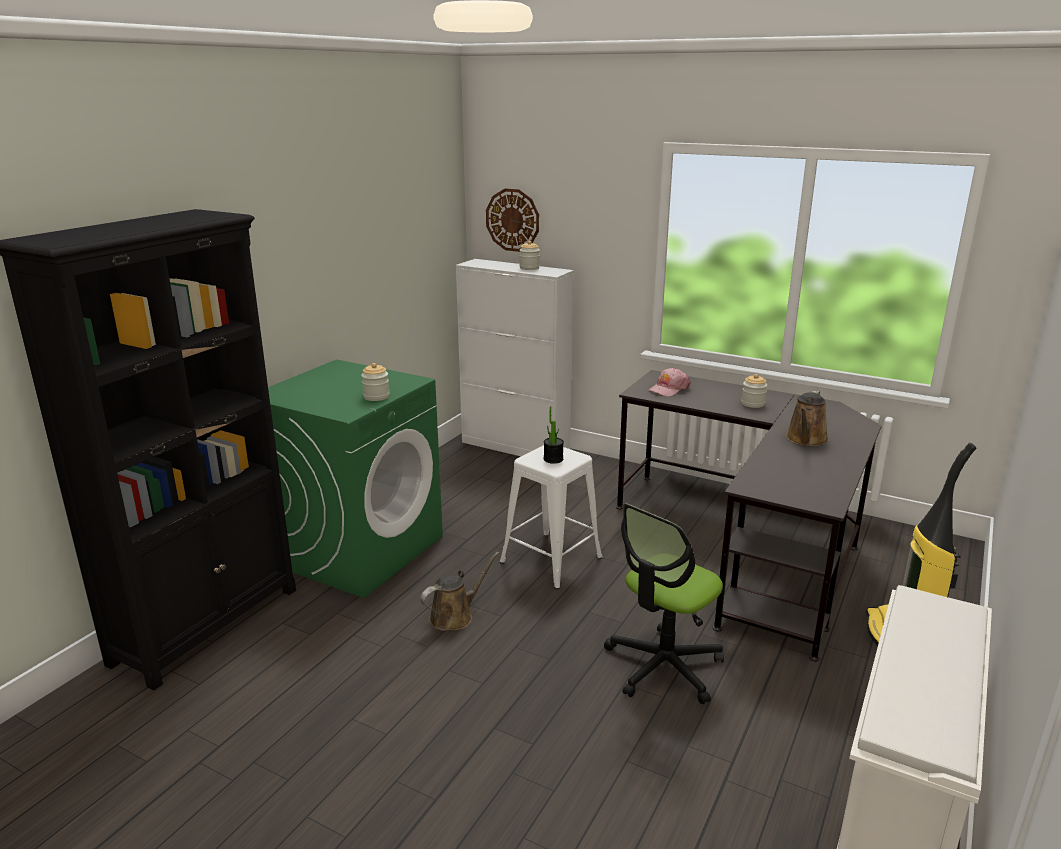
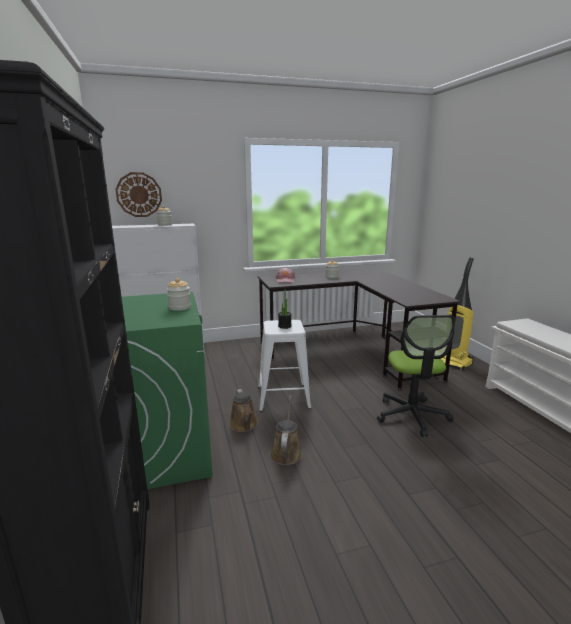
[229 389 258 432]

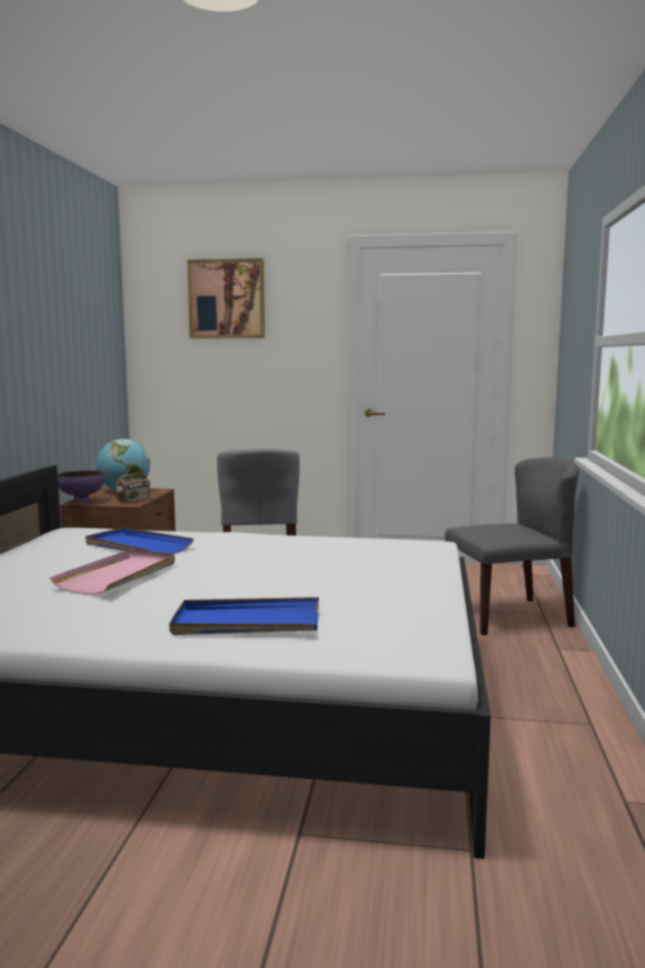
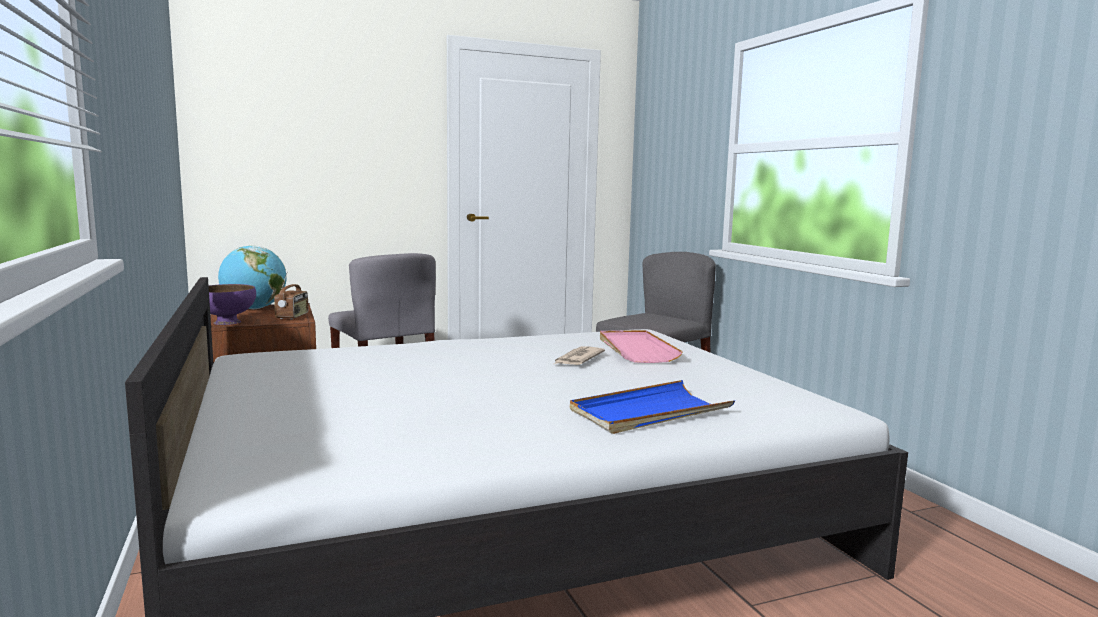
[600 330 683 363]
[86 527 194 554] (first image)
[187 258 265 338] (first image)
[554 346 605 365]

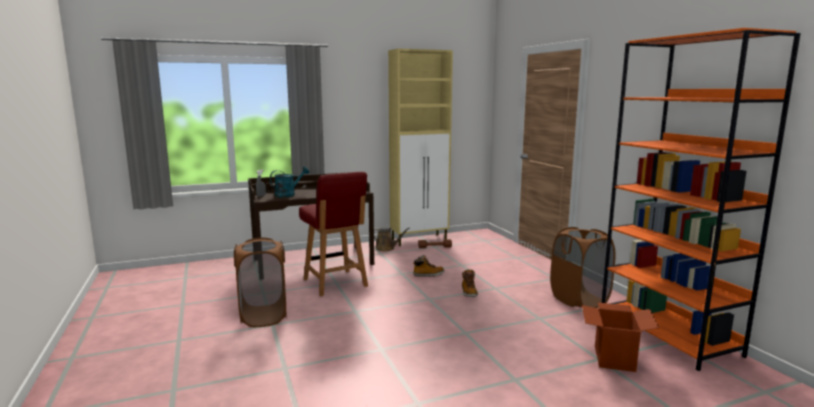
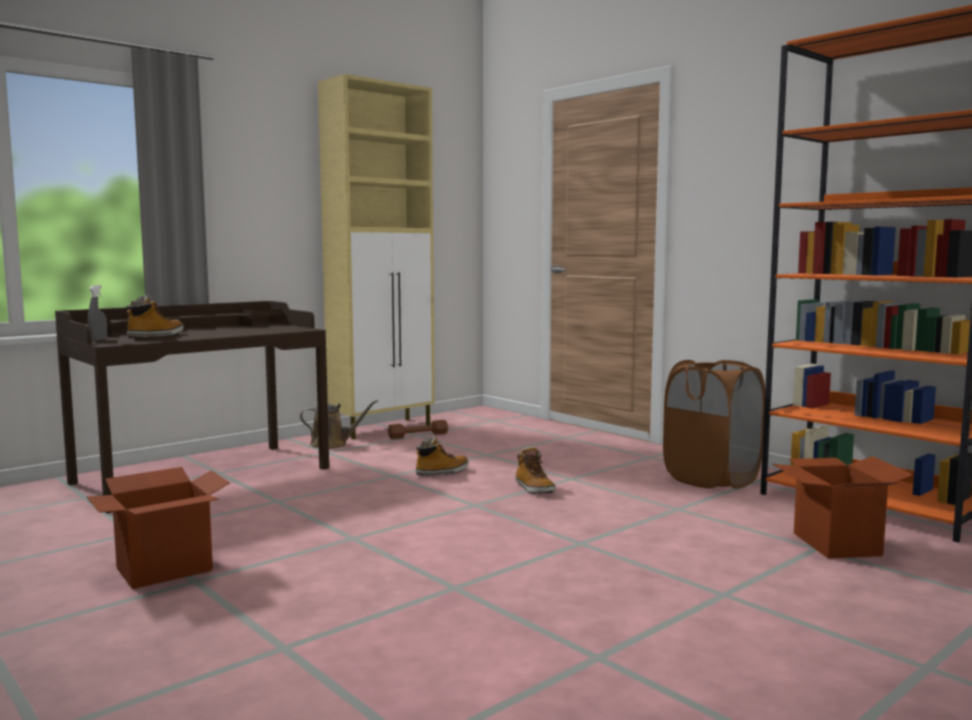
[86 467 230 589]
[126 295 184 338]
[299 172 368 296] (first image)

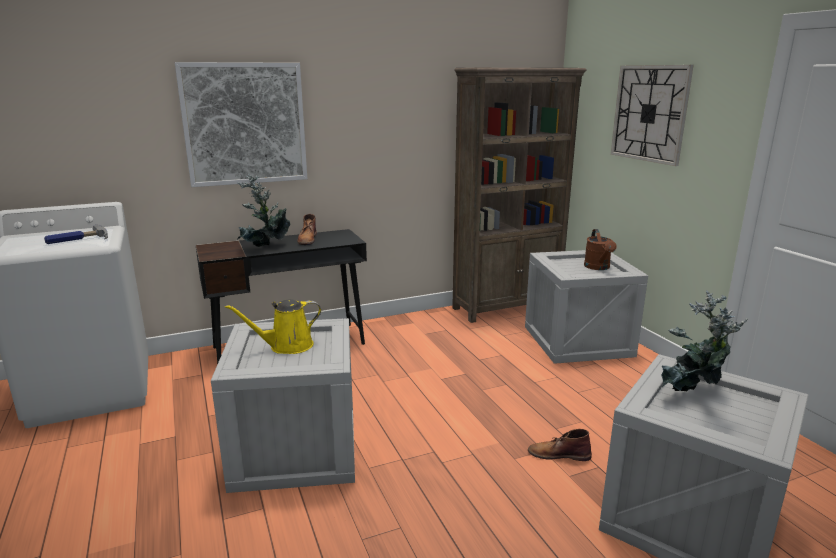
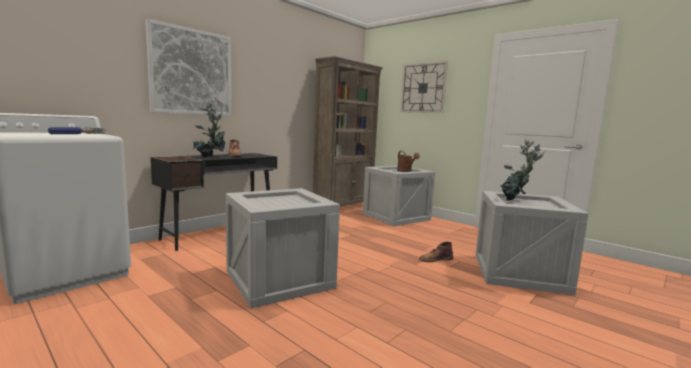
[225 299 321 354] (first image)

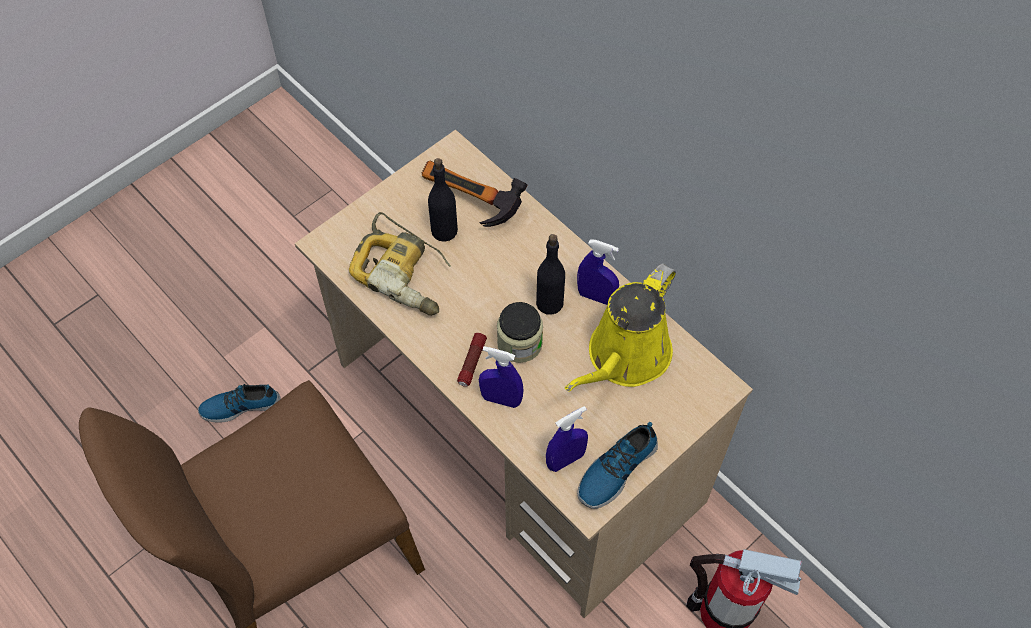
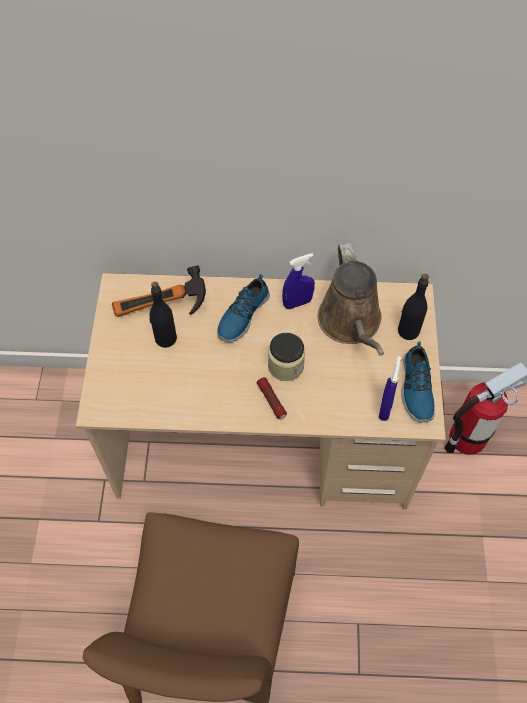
[217 274 270 342]
[349 212 451 316] (first image)
[479 346 524 408] (first image)
[398 274 429 340]
[318 243 384 356]

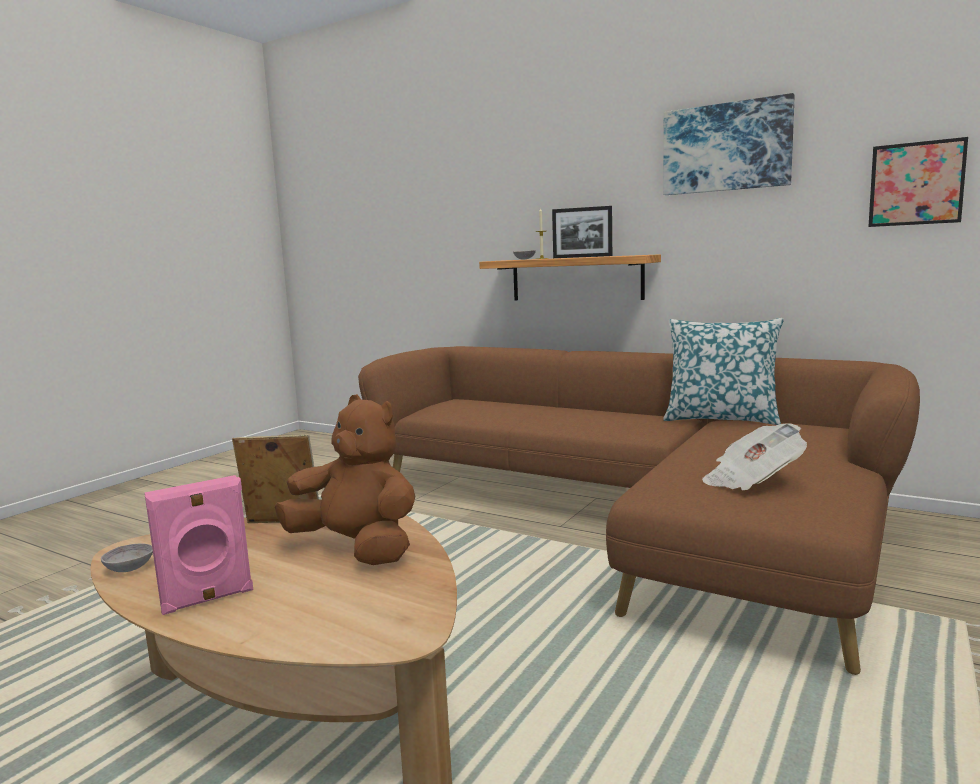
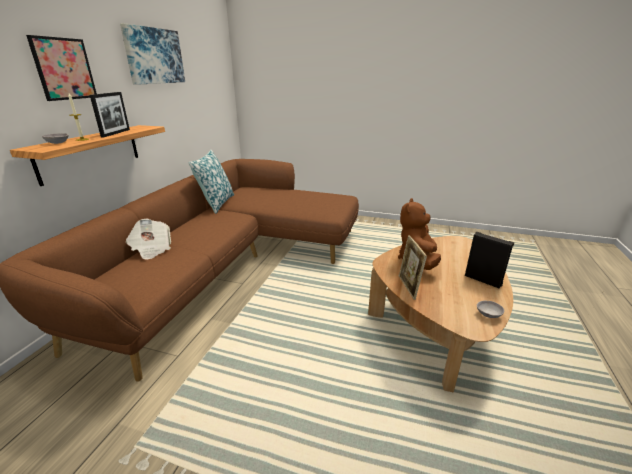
[465 232 514 288]
[125 219 171 260]
[26 35 97 101]

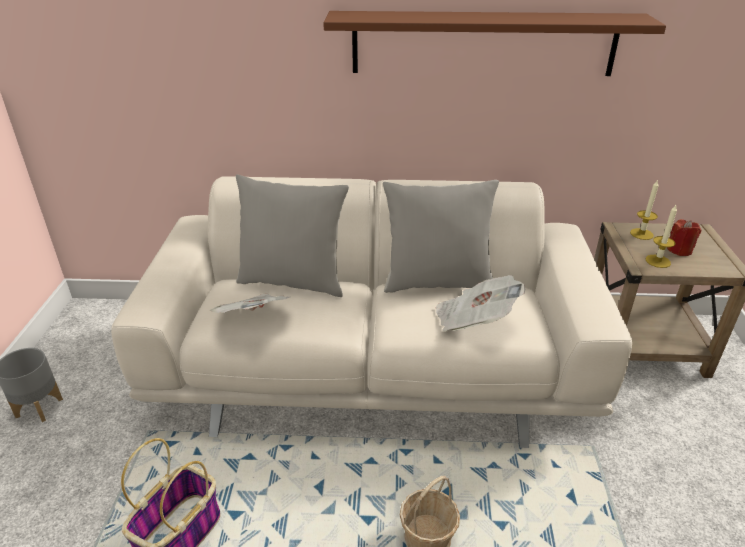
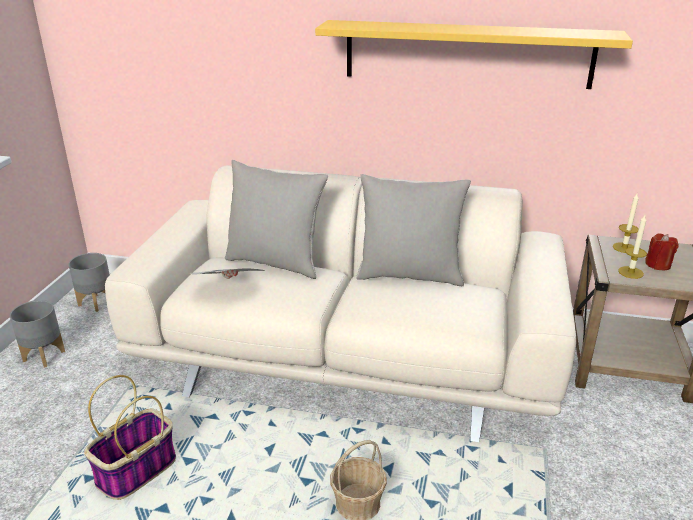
[315 20 633 89]
[436 275 525 332] (first image)
[68 253 110 312]

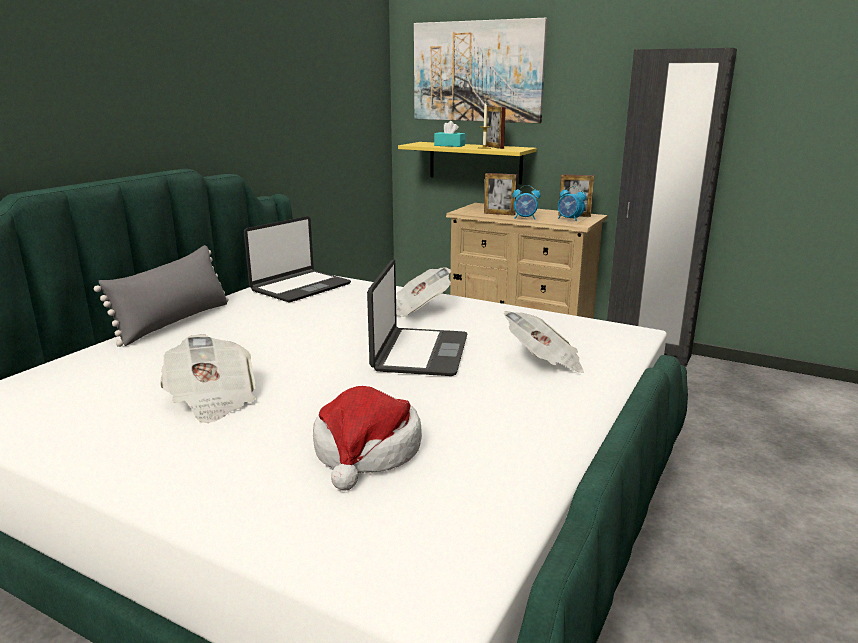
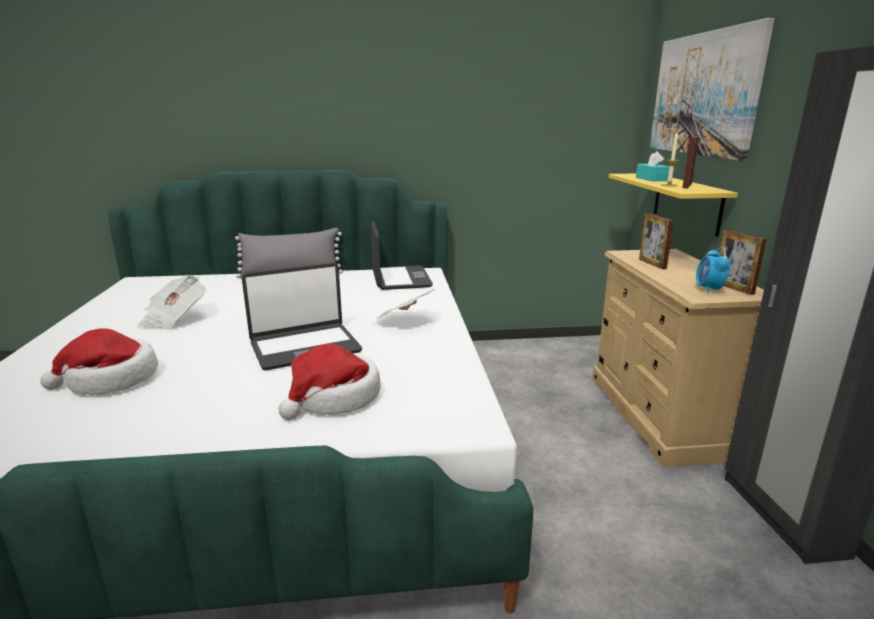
[370 221 433 290]
[278 344 381 420]
[513 185 540 219] (first image)

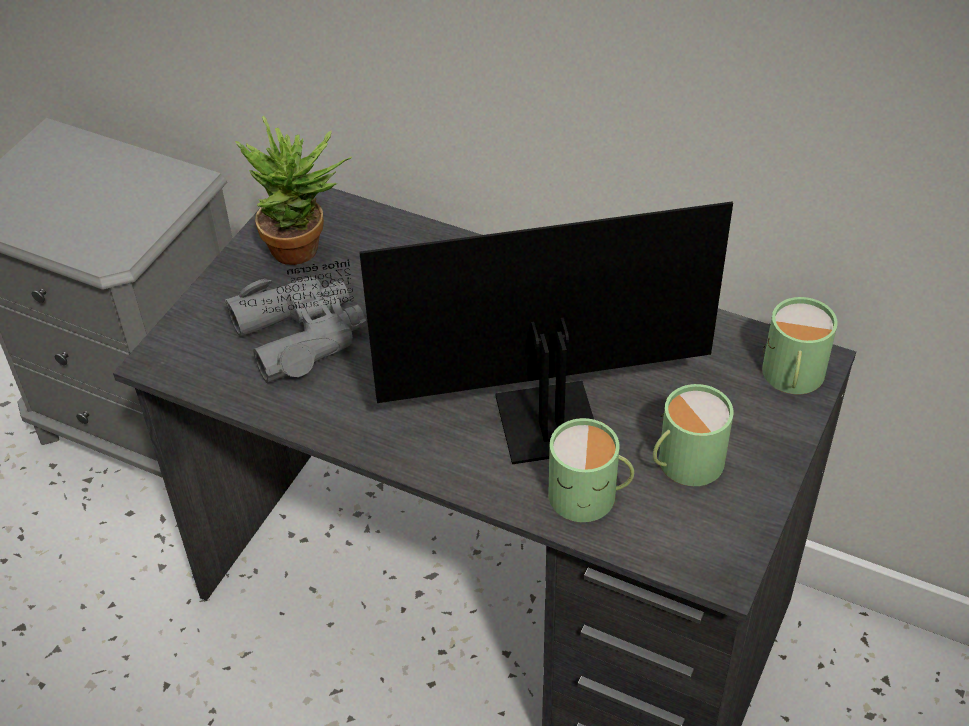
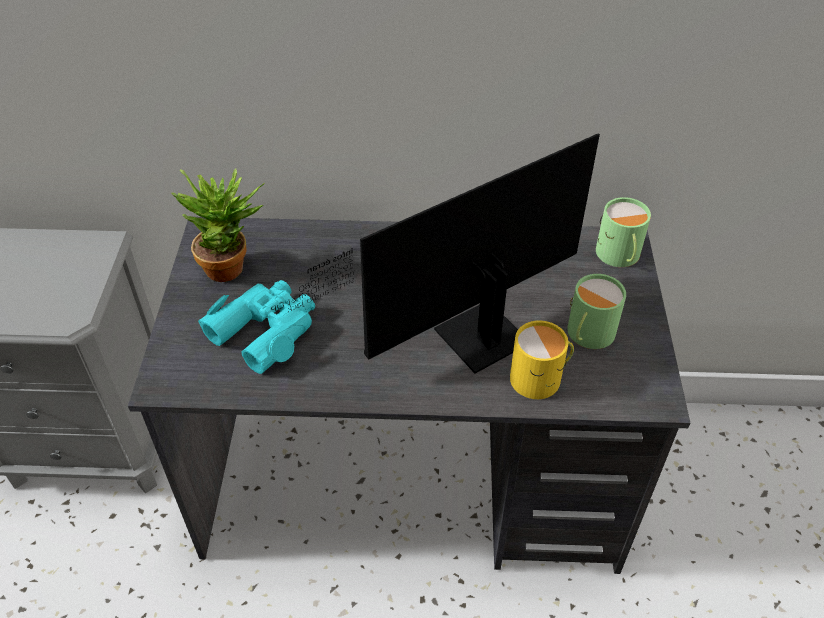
[198 280 315 374]
[510 320 574 399]

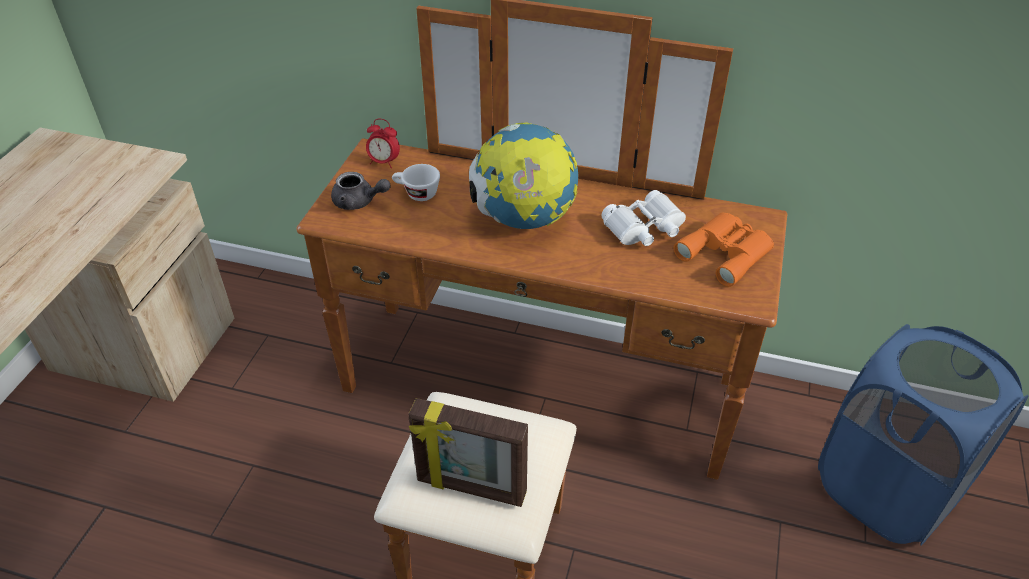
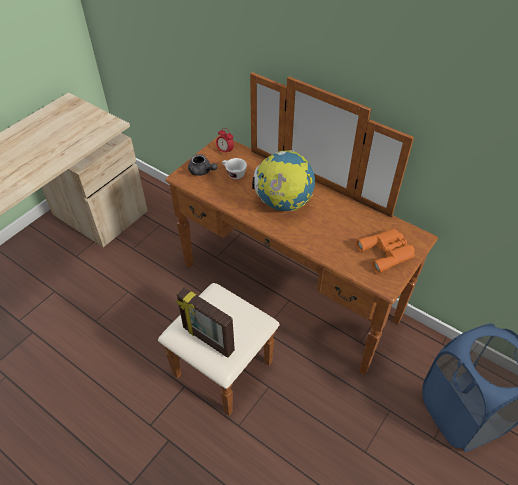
[602 190 686 246] (first image)

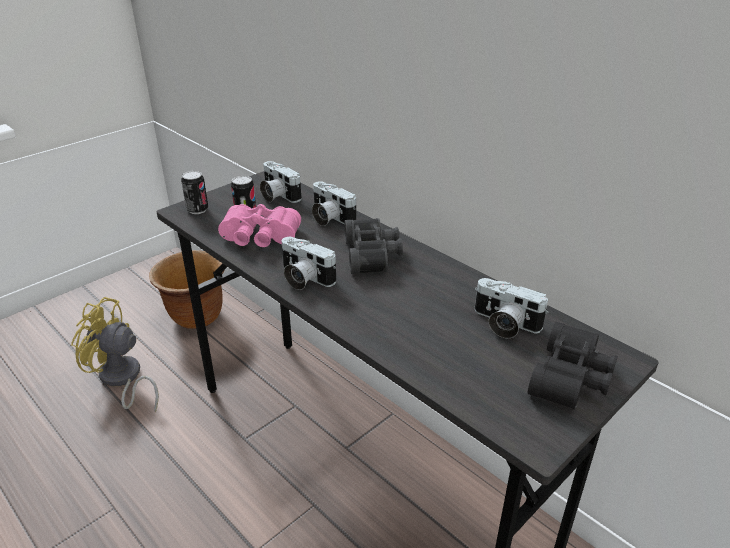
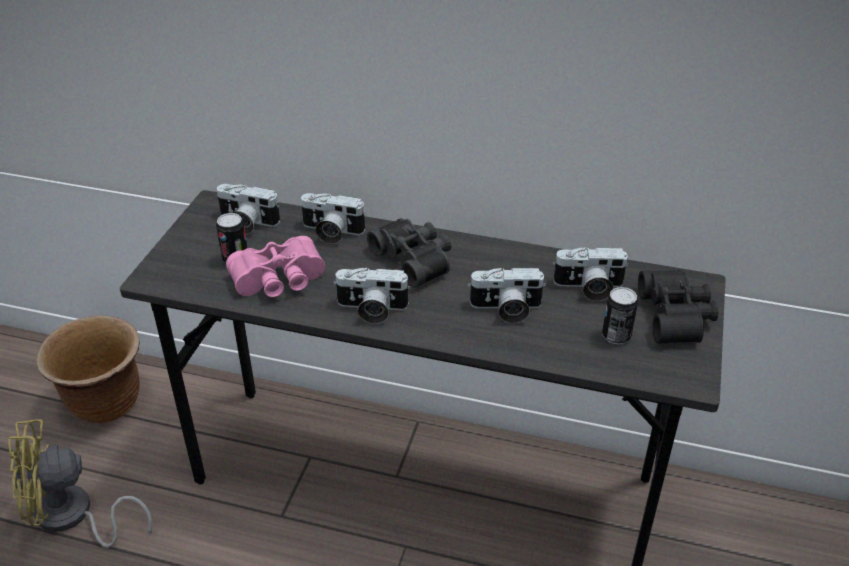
[602 287 638 344]
[468 268 546 323]

